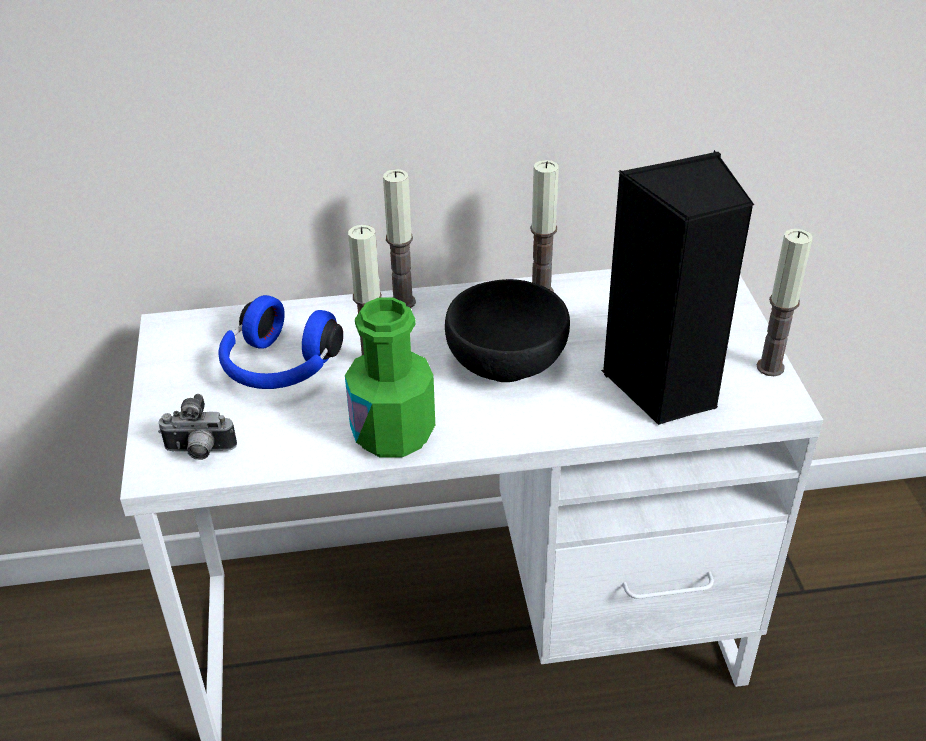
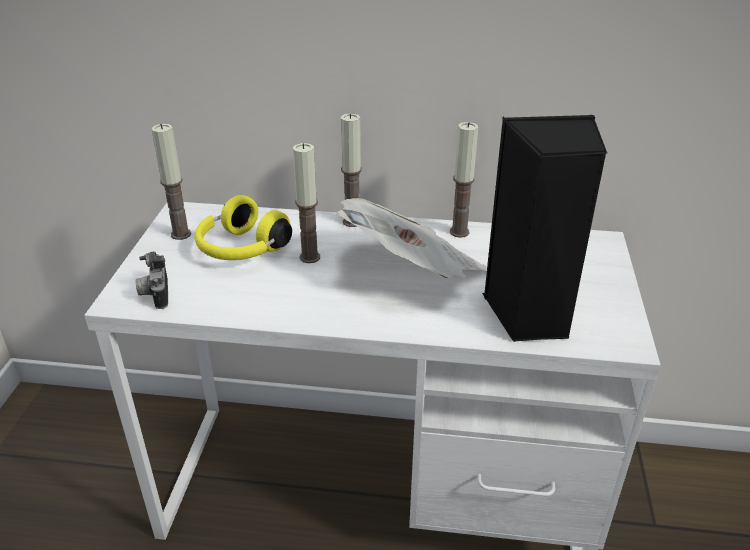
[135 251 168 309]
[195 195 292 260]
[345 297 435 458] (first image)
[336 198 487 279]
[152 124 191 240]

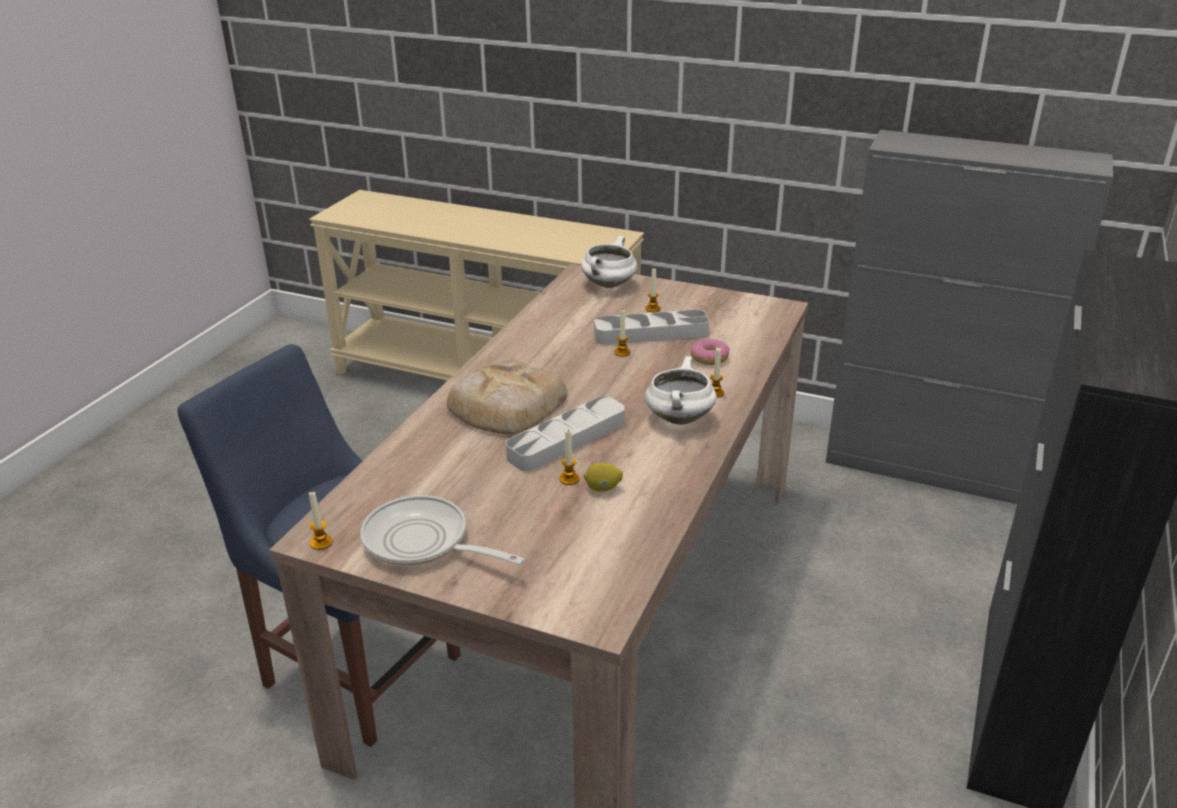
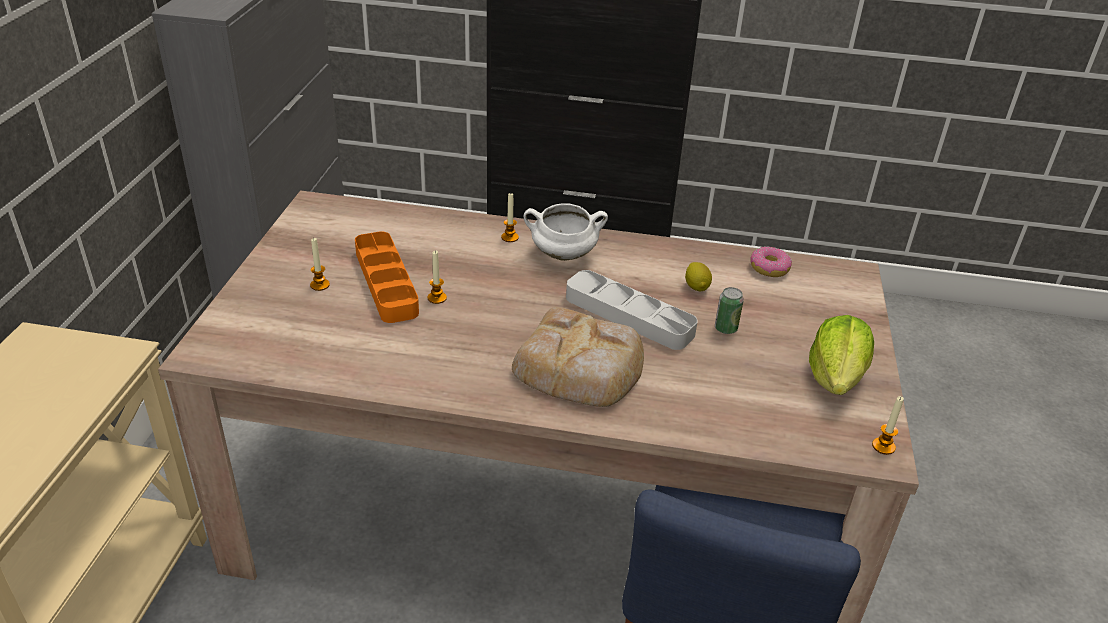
[809 315 874 395]
[559 430 579 485] (first image)
[581 236 637 288] (first image)
[355 232 419 323]
[750 246 792 277]
[715 287 744 334]

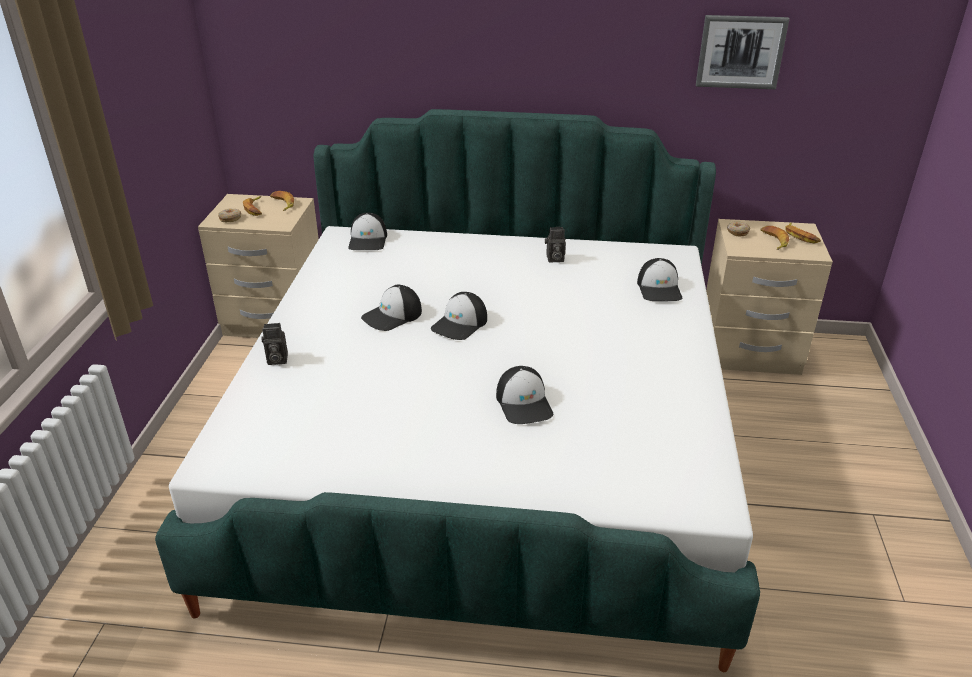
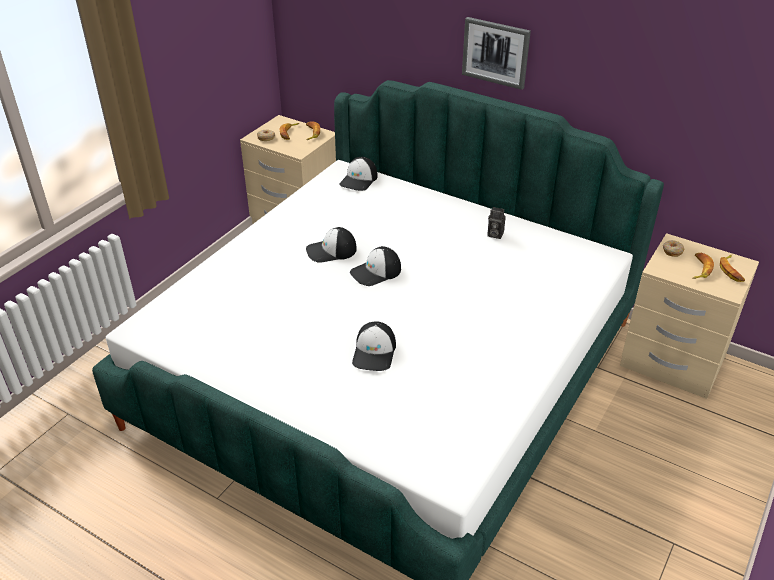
[261 323 288 365] (first image)
[637 258 683 301] (first image)
[462 17 531 90]

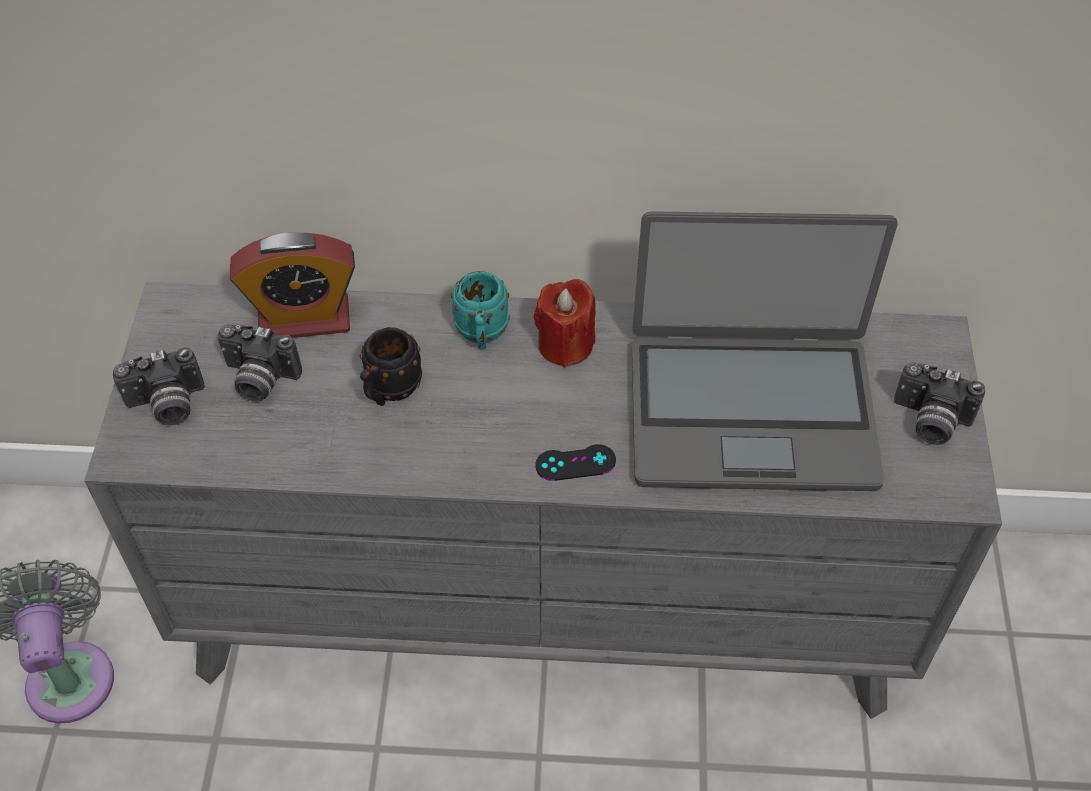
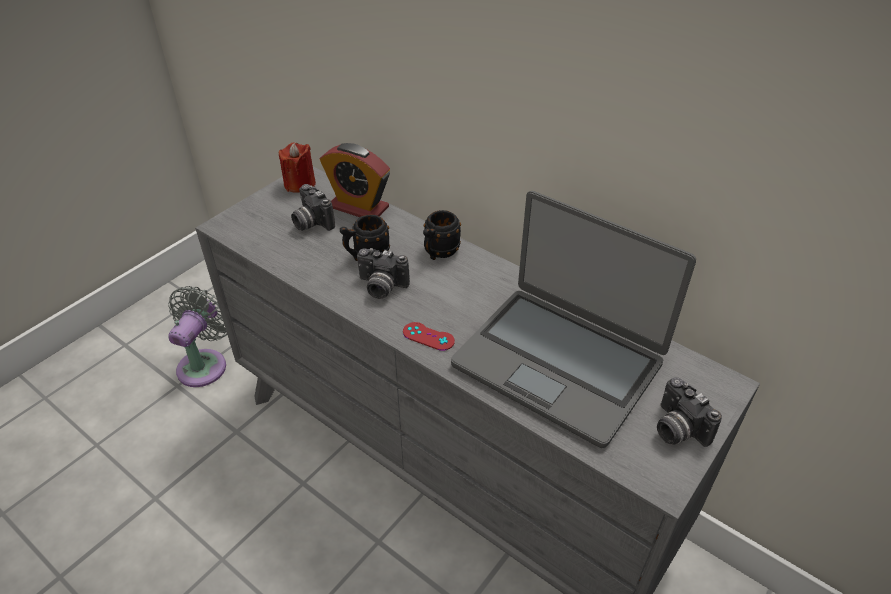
[357 248 410 299]
[423 210 461 260]
[279 143 316 193]
[403 322 455 351]

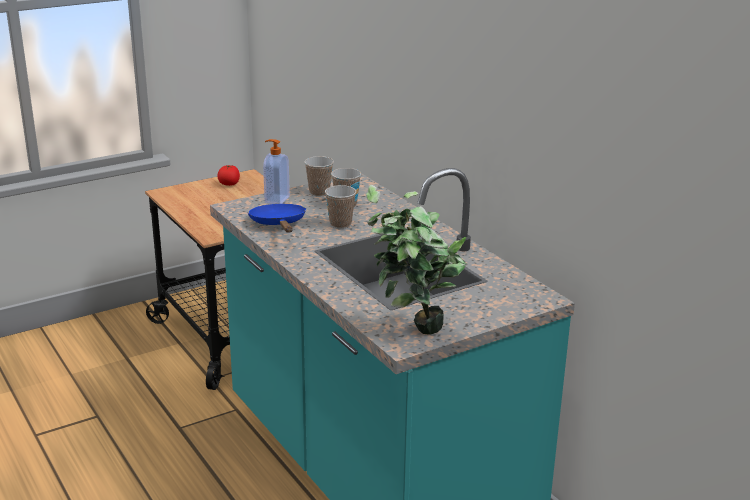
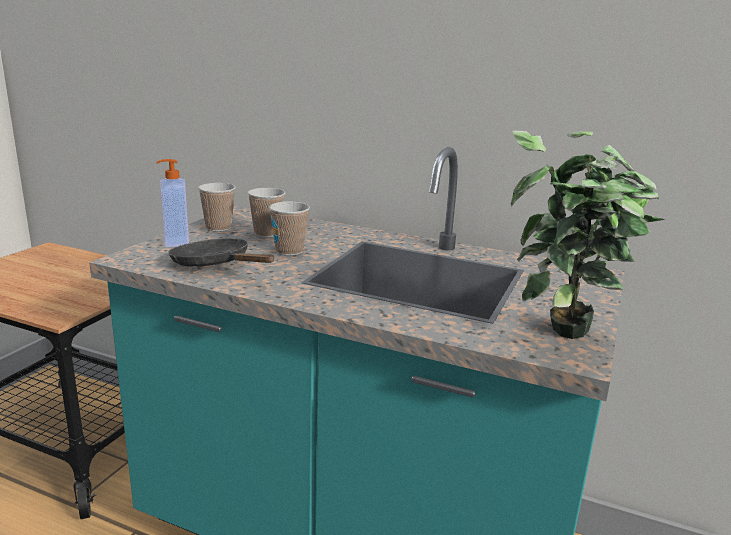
[217 165 240 186] (first image)
[168 238 274 267]

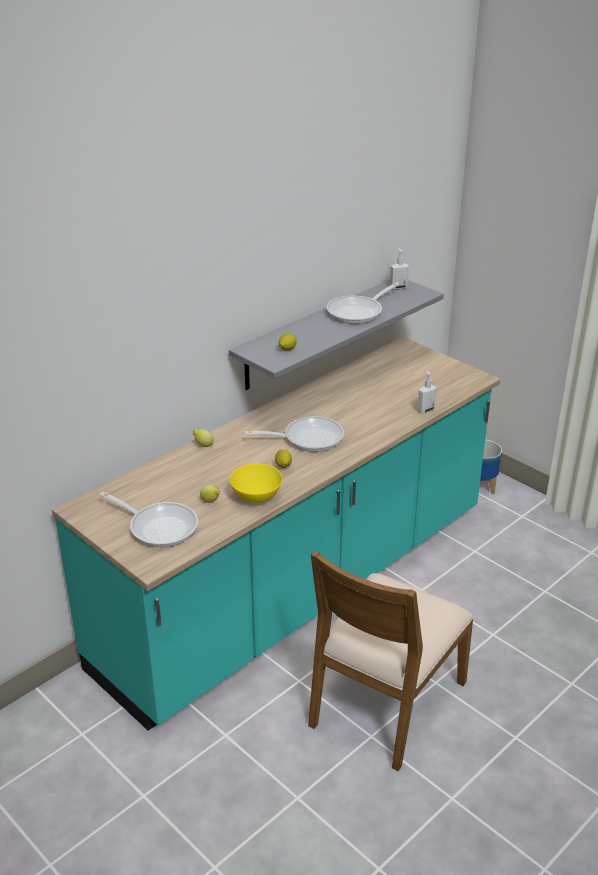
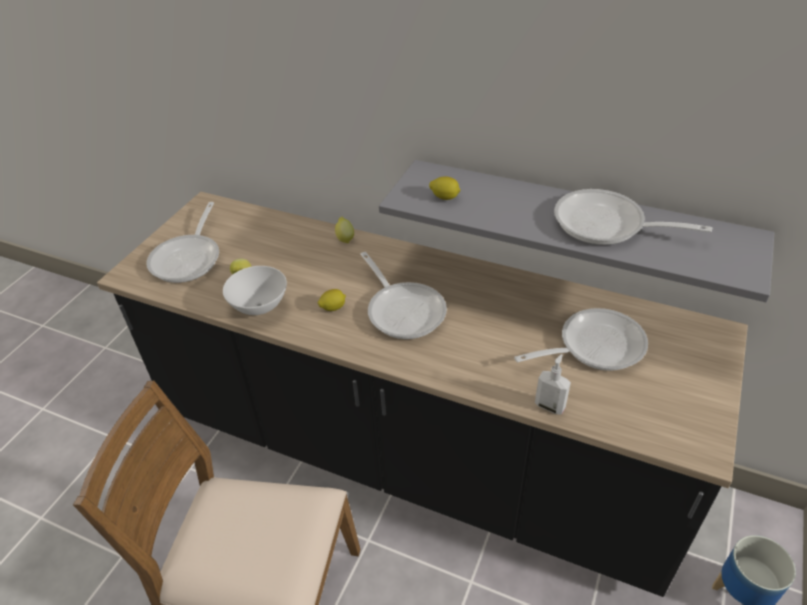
[97 192 748 597]
[223 266 287 315]
[390 248 409 290] (first image)
[514 308 648 371]

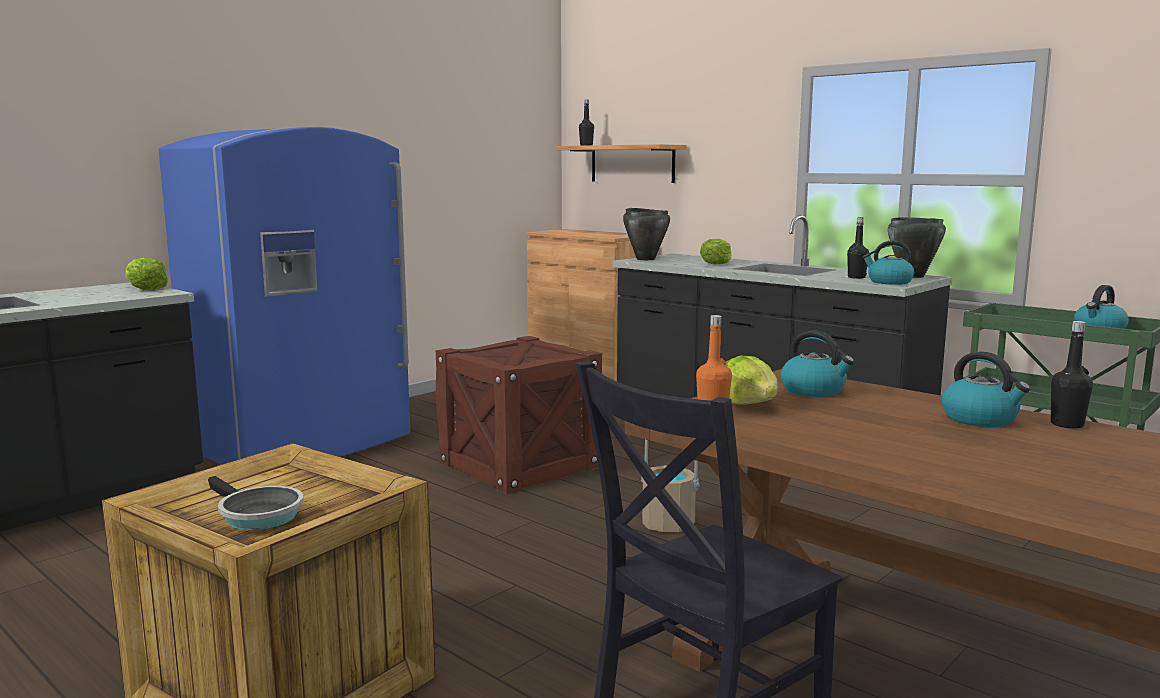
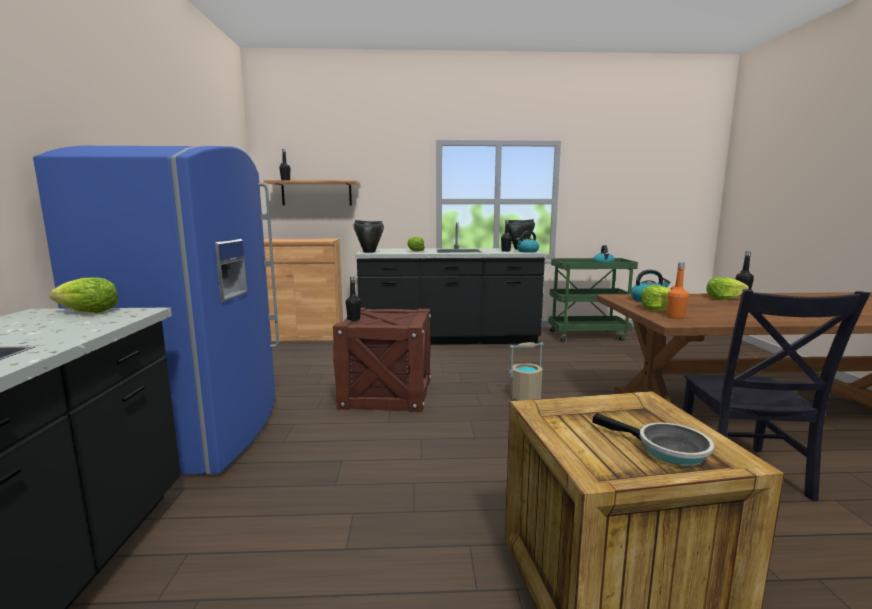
[592 413 714 466]
[707 277 749 300]
[346 276 361 321]

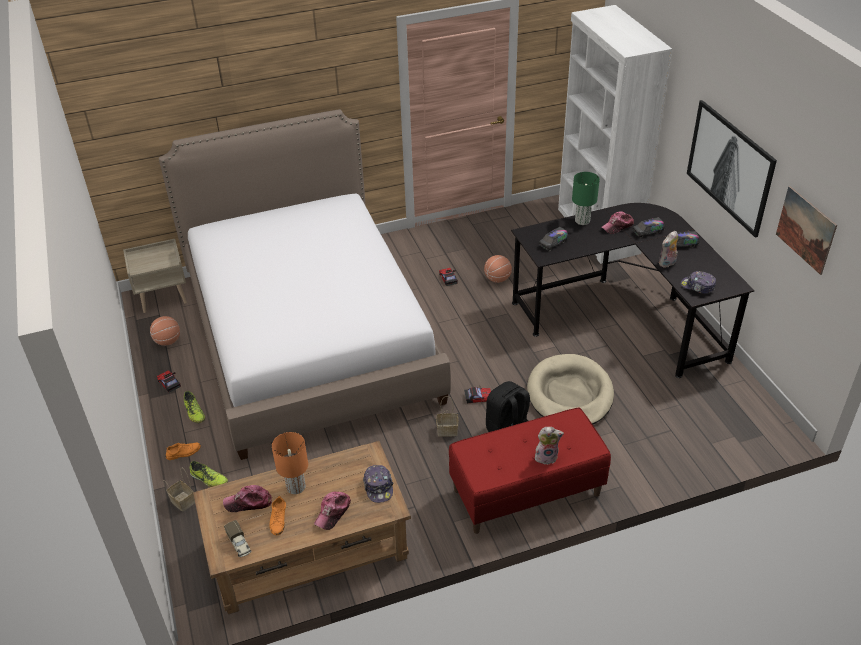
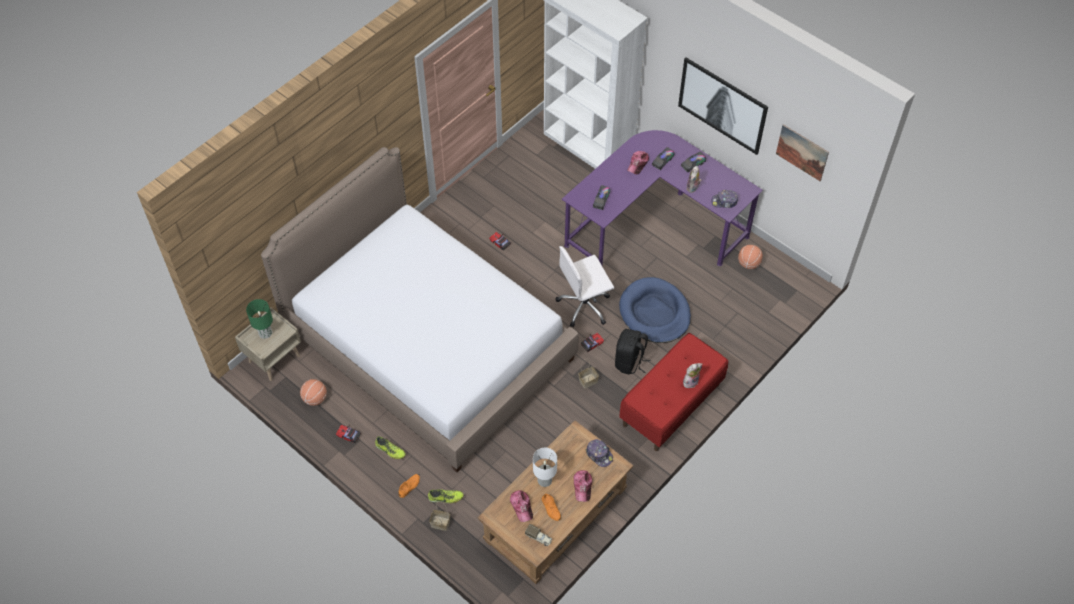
[510 490 533 522]
[533 448 557 487]
[738 245 763 269]
[562 130 763 266]
[619 277 691 343]
[246 299 273 339]
[555 246 614 327]

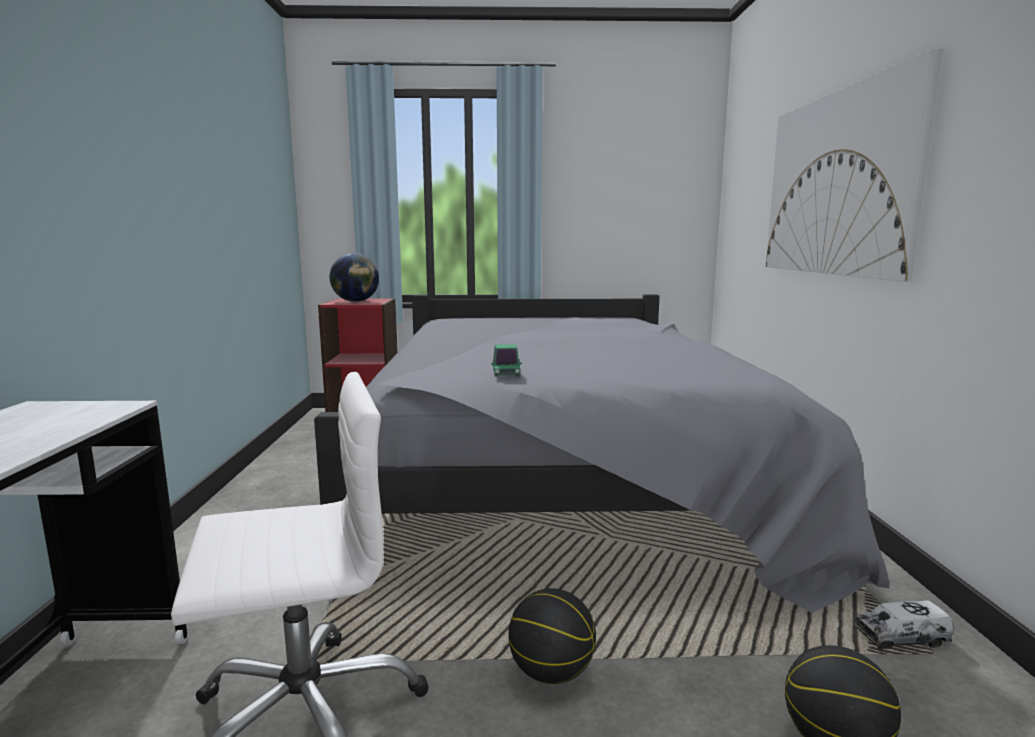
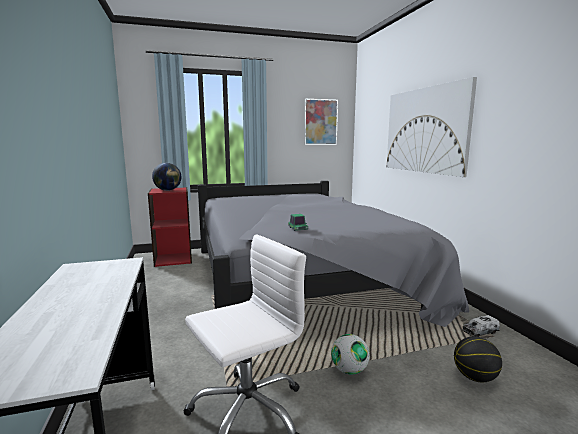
[331 334 369 375]
[304 99 338 145]

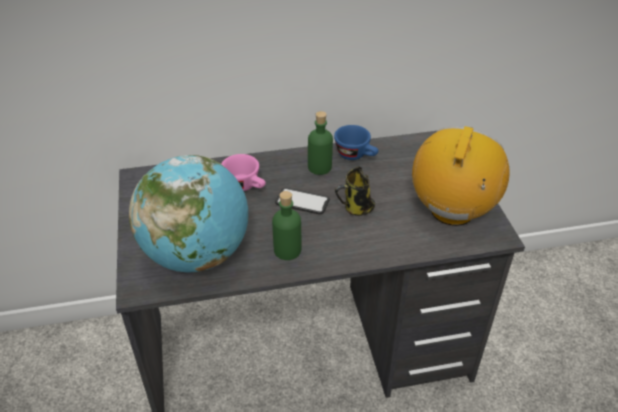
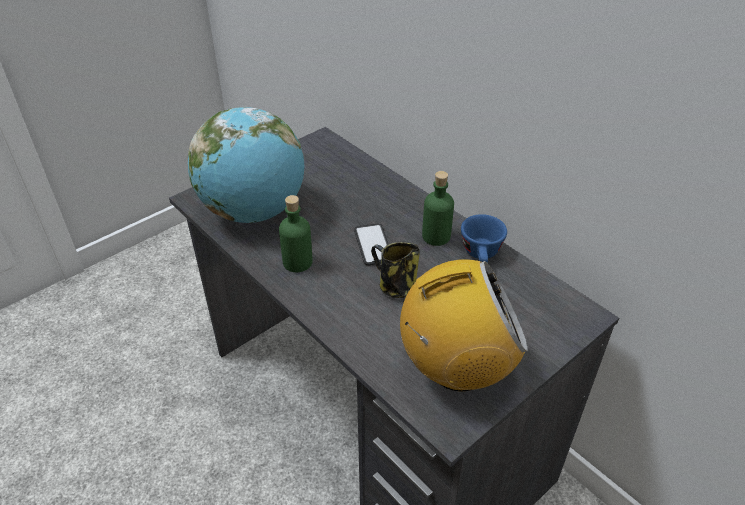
[221 154 266 191] (first image)

